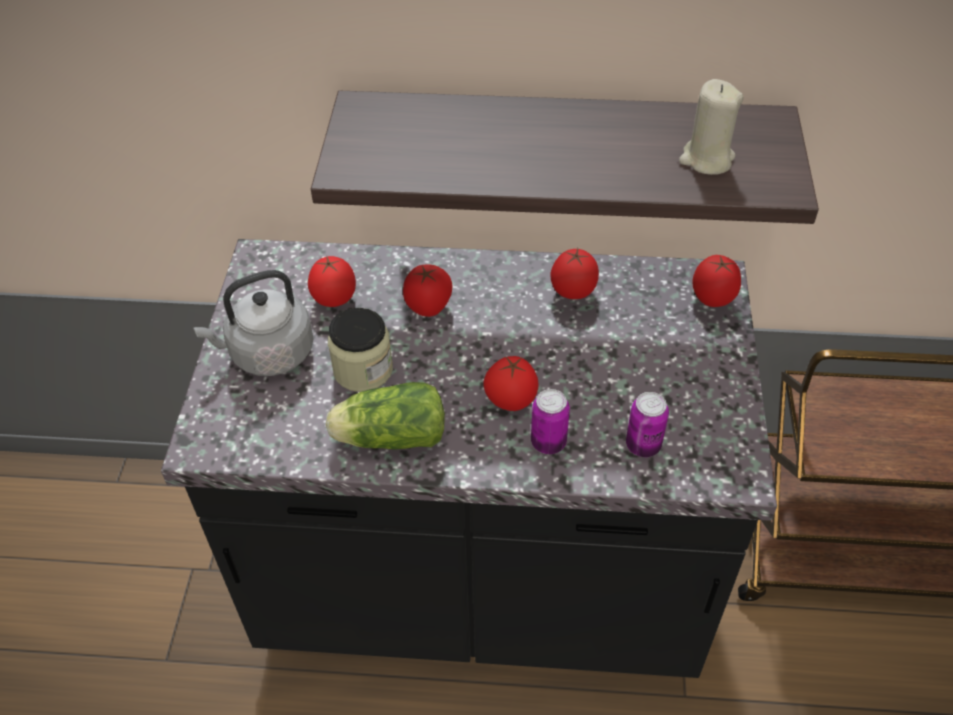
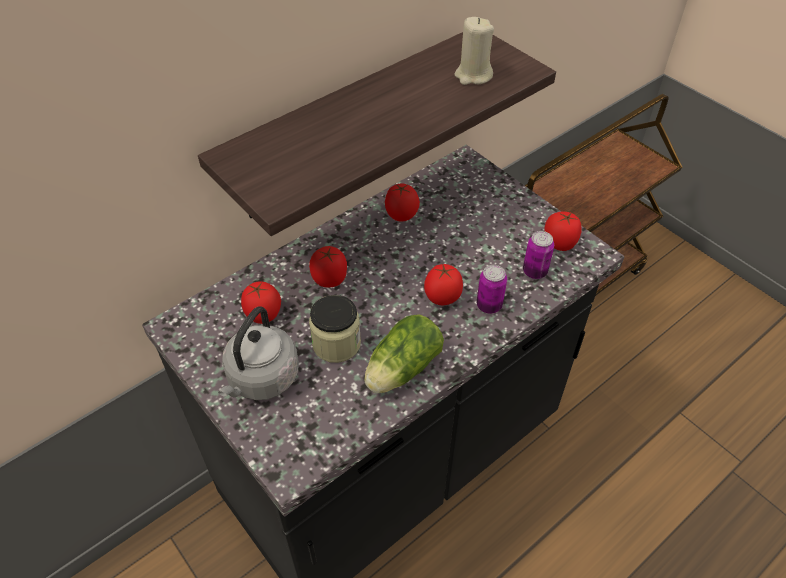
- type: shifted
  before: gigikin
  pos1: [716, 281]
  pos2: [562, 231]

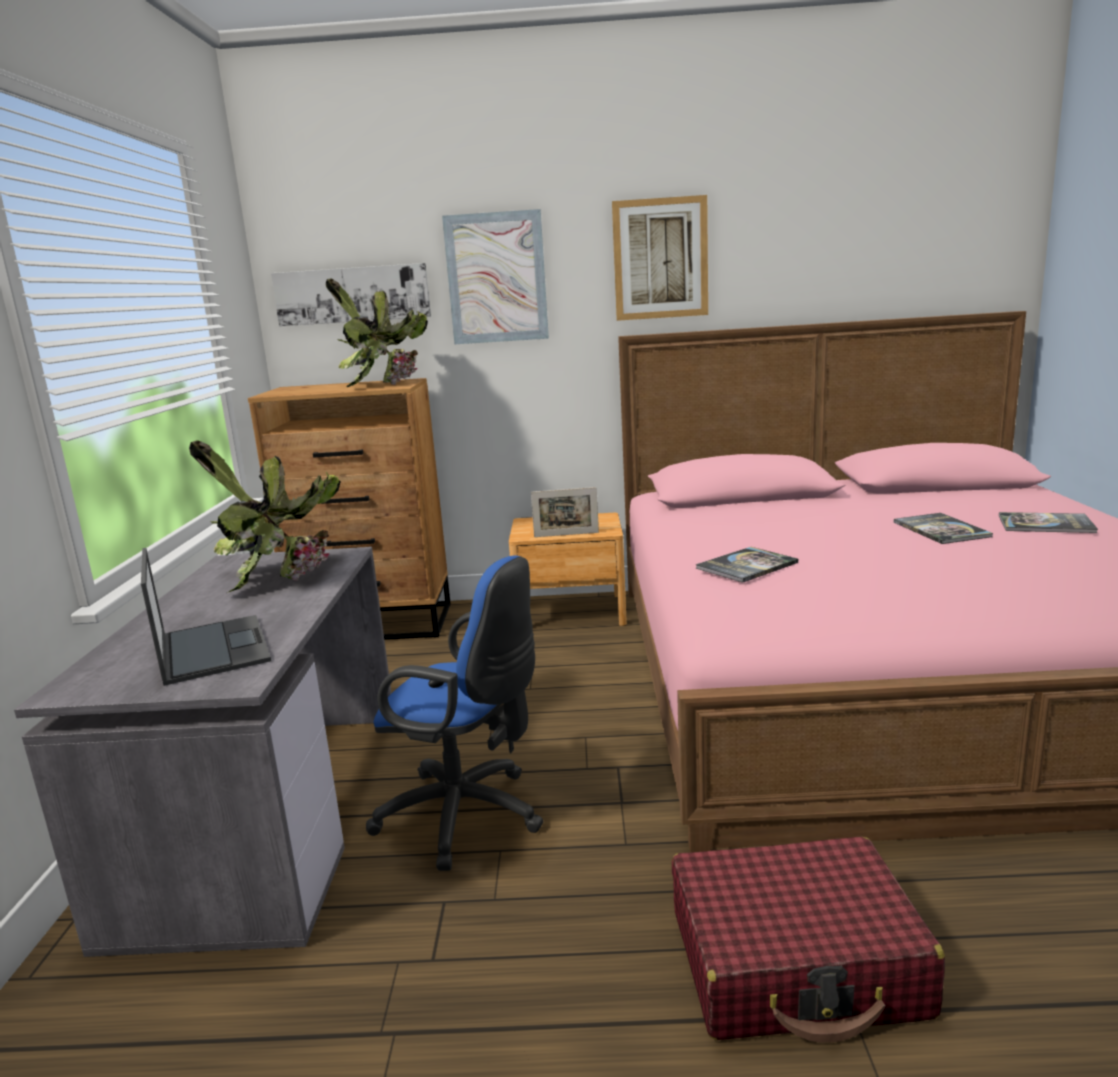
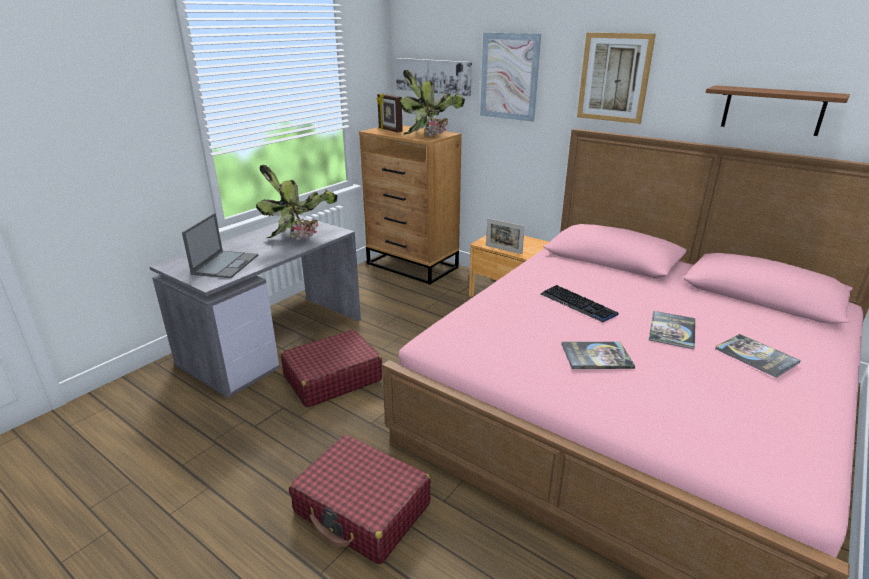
- type: new
  after: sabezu
  pos2: [390, 112]
- type: new
  after: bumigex
  pos2: [580, 303]
- type: new
  after: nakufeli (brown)
  pos2: [778, 110]
- type: shifted
  before: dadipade
  pos1: [746, 565]
  pos2: [598, 355]
- type: swapped
  before: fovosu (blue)
  after: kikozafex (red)
  pos1: [454, 713]
  pos2: [331, 368]

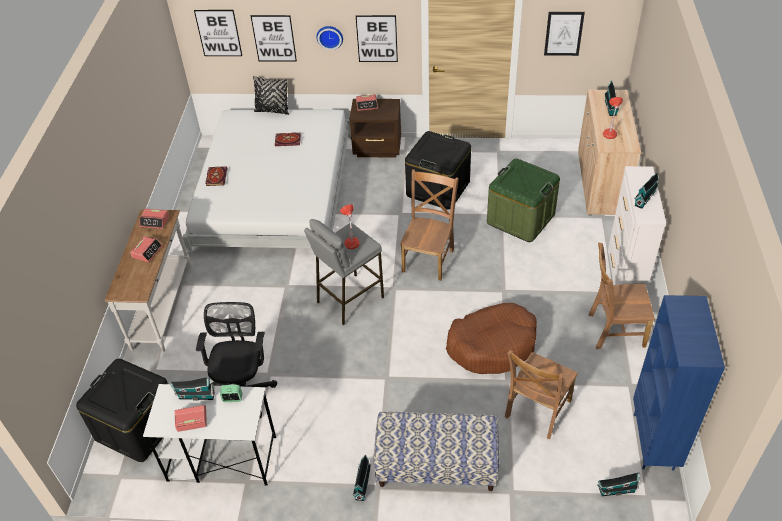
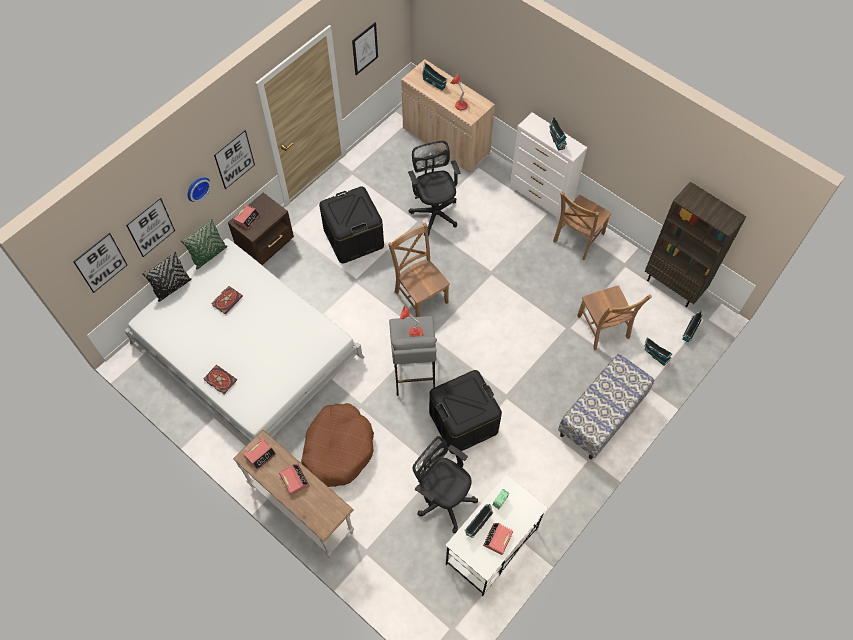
- type: new
  after: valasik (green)
  pos2: [204, 244]
- type: shifted
  before: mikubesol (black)
  pos1: [122, 410]
  pos2: [465, 412]
- type: shifted
  before: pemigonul
  pos1: [362, 478]
  pos2: [658, 351]
- type: shifted
  before: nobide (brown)
  pos1: [491, 338]
  pos2: [337, 445]
- type: swapped
  before: mikubesol (green)
  after: fovosu (black)
  pos1: [523, 200]
  pos2: [434, 188]
- type: repainted
  before: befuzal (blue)
  after: befuzal (brown)
  pos1: [679, 383]
  pos2: [695, 244]

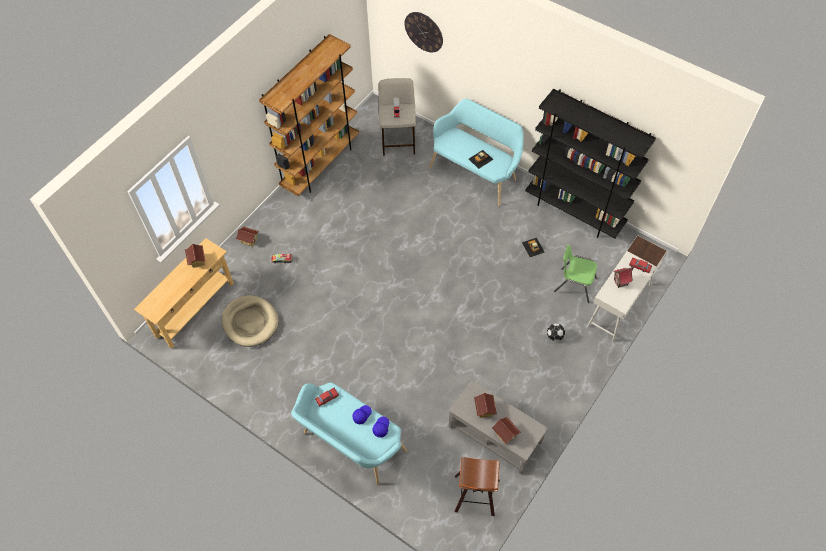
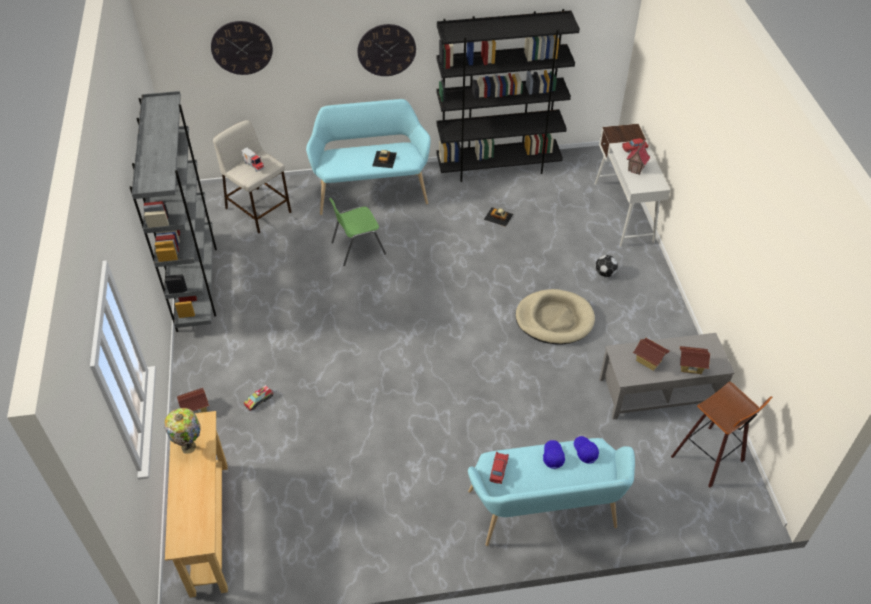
- type: new
  after: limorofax
  pos2: [386, 50]
- type: shifted
  before: nobide (beige)
  pos1: [250, 321]
  pos2: [555, 317]
- type: shifted
  before: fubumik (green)
  pos1: [575, 273]
  pos2: [357, 232]
- type: swapped
  before: pemigonul
  after: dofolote
  pos1: [195, 256]
  pos2: [182, 431]
- type: repainted
  before: befuzal (brown)
  after: befuzal (grey)
  pos1: [309, 115]
  pos2: [173, 211]

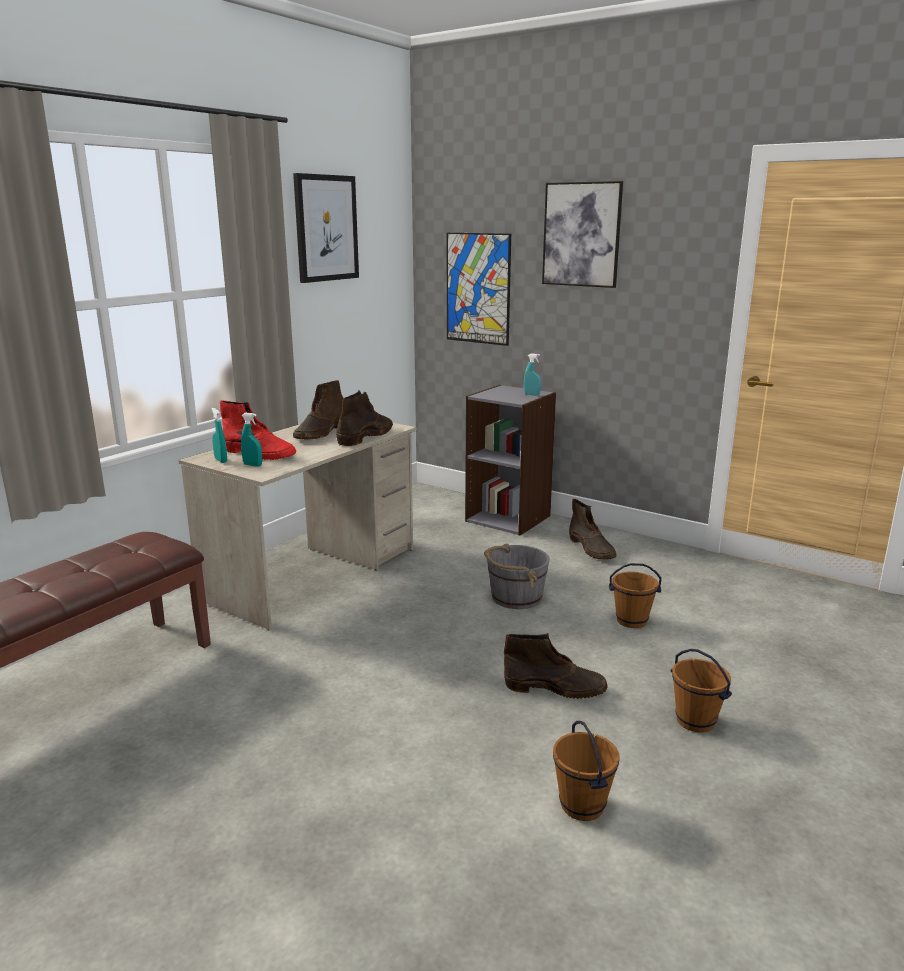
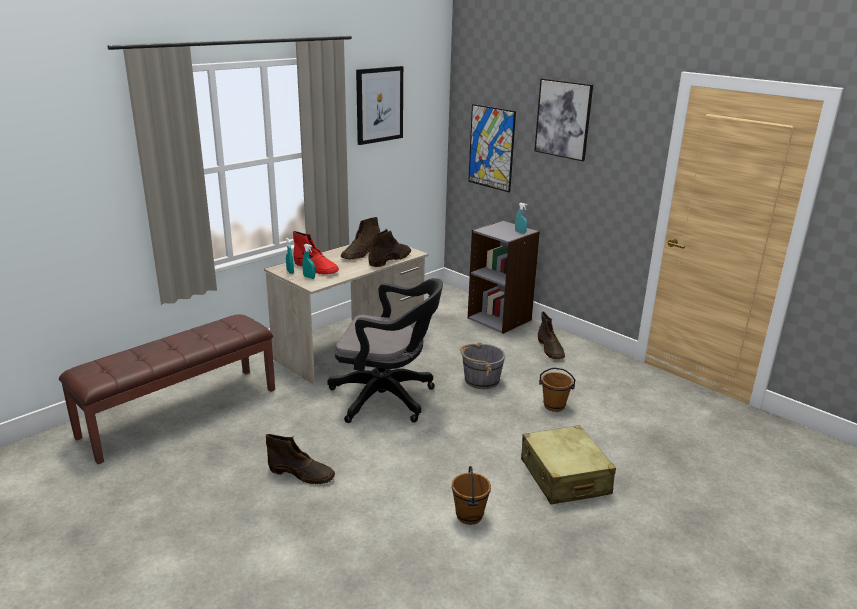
- type: new
  after: fovosu (black)
  pos2: [385, 350]
- type: shifted
  before: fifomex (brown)
  pos1: [555, 666]
  pos2: [300, 459]
- type: swapped
  before: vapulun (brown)
  after: kikozafex (beige)
  pos1: [701, 690]
  pos2: [568, 464]

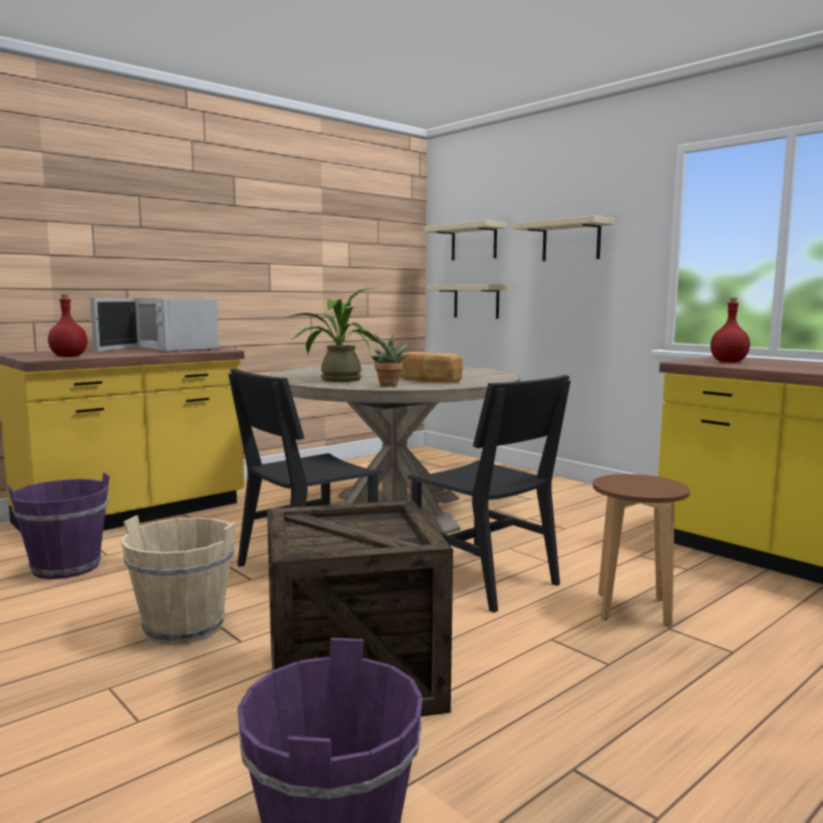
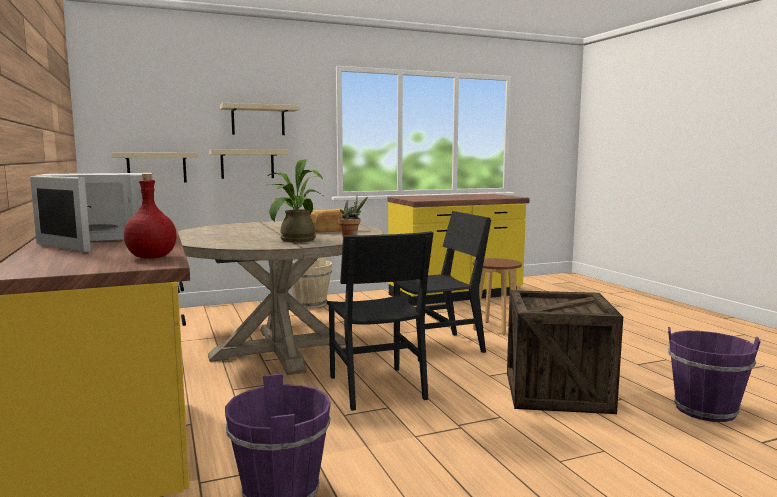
- type: gone
  before: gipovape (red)
  pos1: [730, 330]
- type: shifted
  before: vapulun (beige)
  pos1: [178, 580]
  pos2: [311, 282]
- type: shifted
  before: nakufeli (beige)
  pos1: [465, 240]
  pos2: [249, 164]

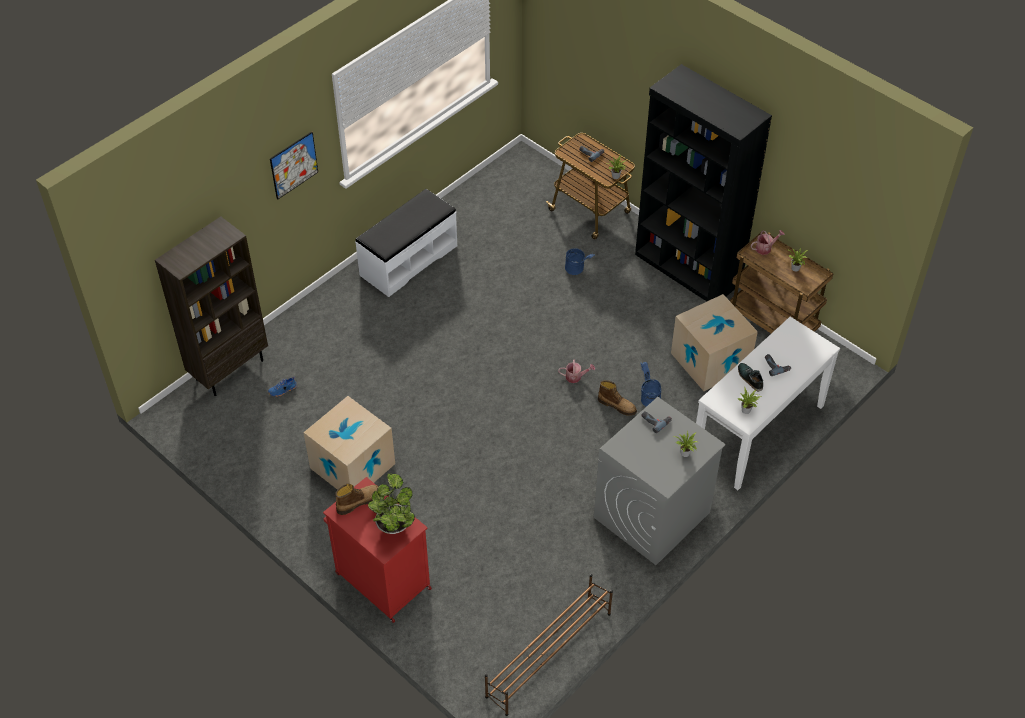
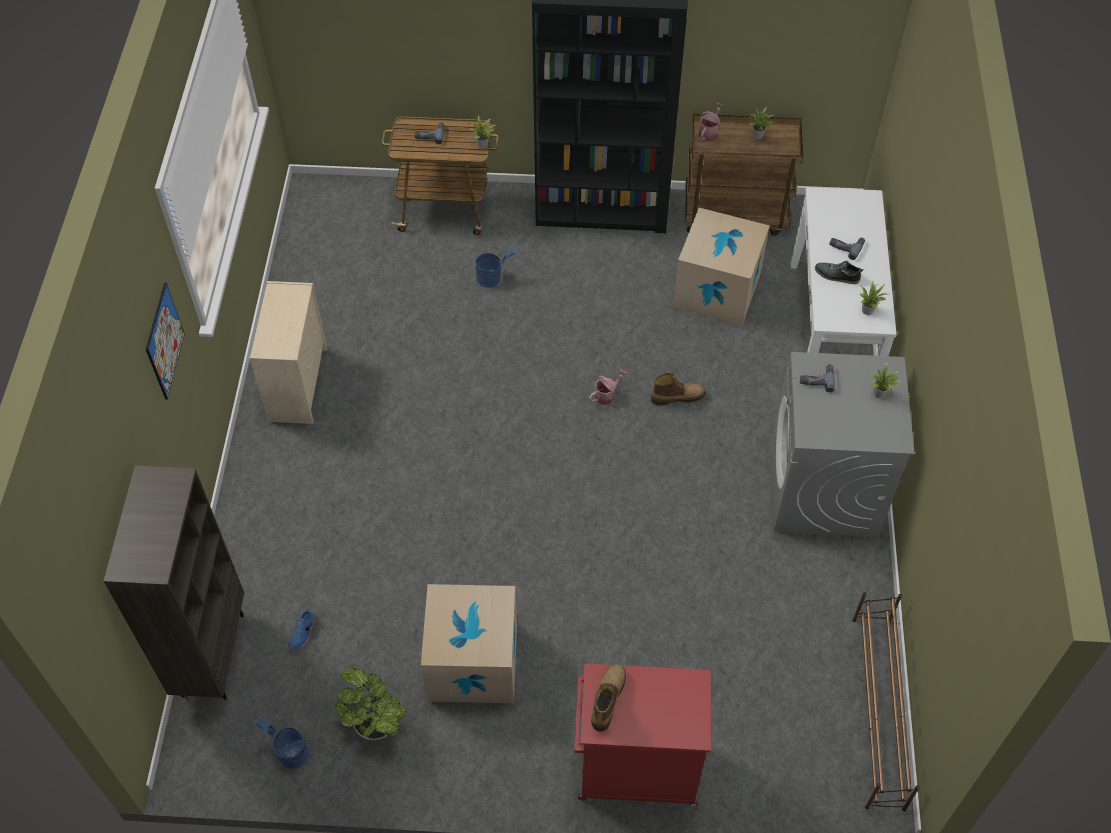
- type: shifted
  before: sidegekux
  pos1: [391, 504]
  pos2: [371, 704]
- type: shifted
  before: vapulun (blue)
  pos1: [650, 384]
  pos2: [281, 742]
- type: swapped
  before: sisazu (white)
  after: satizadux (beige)
  pos1: [406, 243]
  pos2: [288, 352]

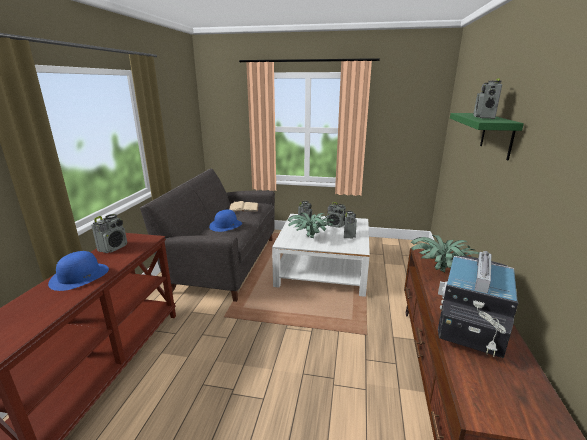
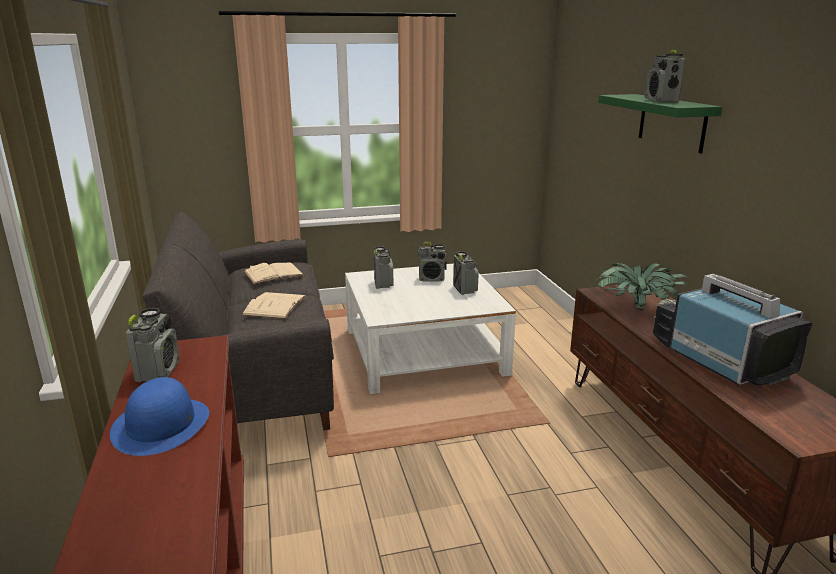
- type: gone
  before: sidegekux
  pos1: [310, 225]
- type: swapped
  before: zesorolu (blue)
  after: dadipade (beige)
  pos1: [225, 220]
  pos2: [274, 305]
- type: rotated
  before: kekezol
  pos1: [478, 304]
  pos2: [732, 330]
  turn: 150

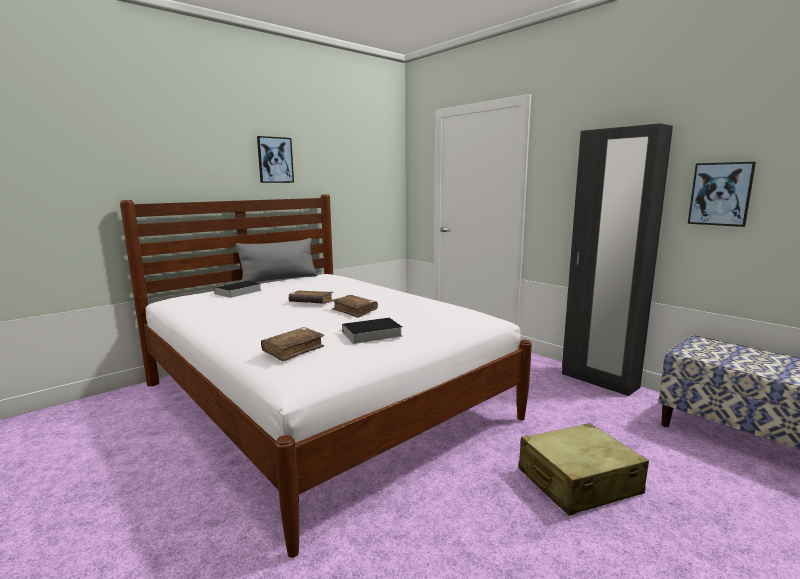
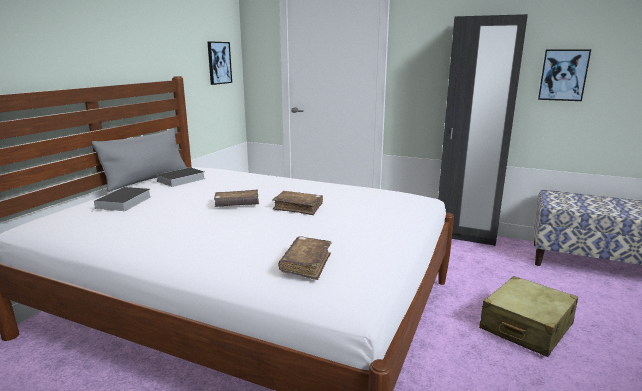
- type: shifted
  before: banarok
  pos1: [275, 159]
  pos2: [219, 63]
- type: shifted
  before: dadipade
  pos1: [369, 330]
  pos2: [179, 177]

